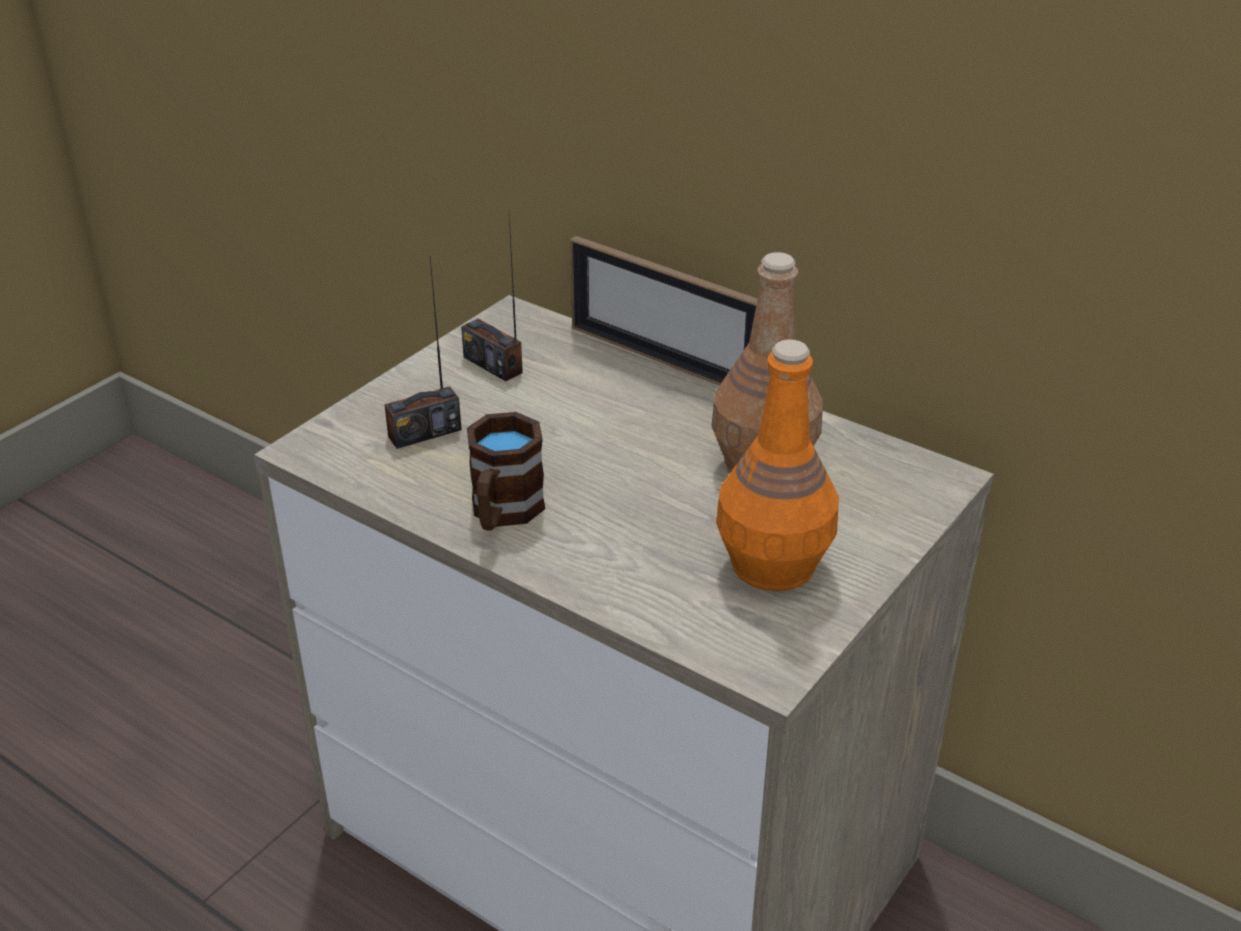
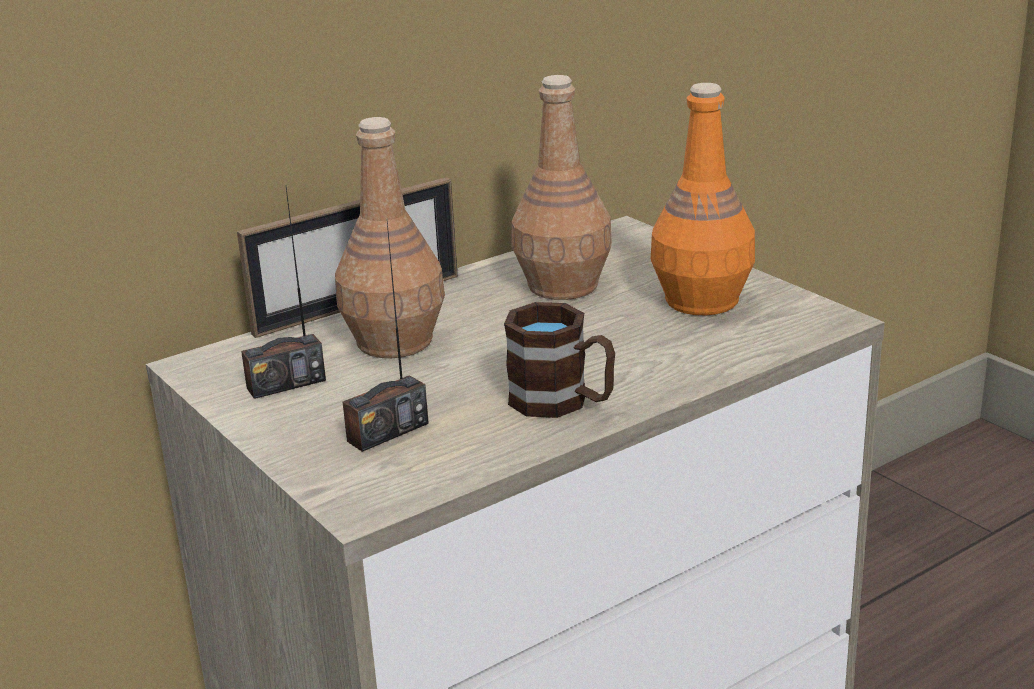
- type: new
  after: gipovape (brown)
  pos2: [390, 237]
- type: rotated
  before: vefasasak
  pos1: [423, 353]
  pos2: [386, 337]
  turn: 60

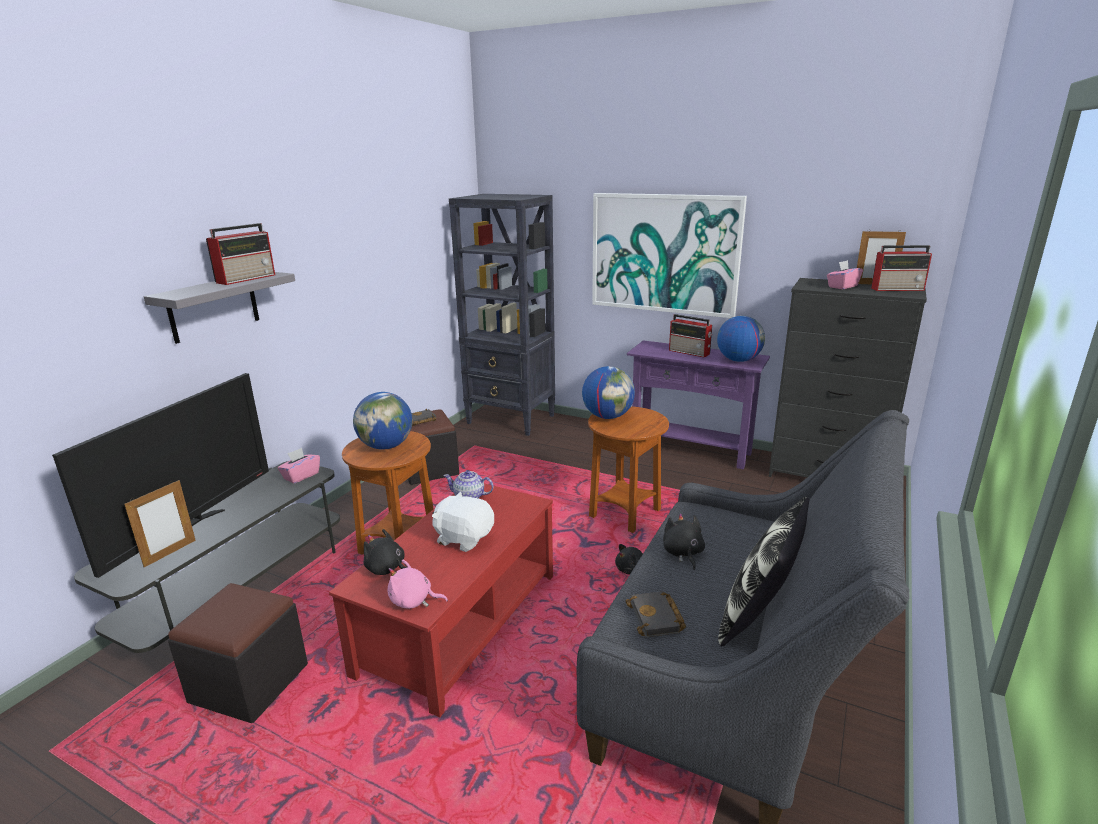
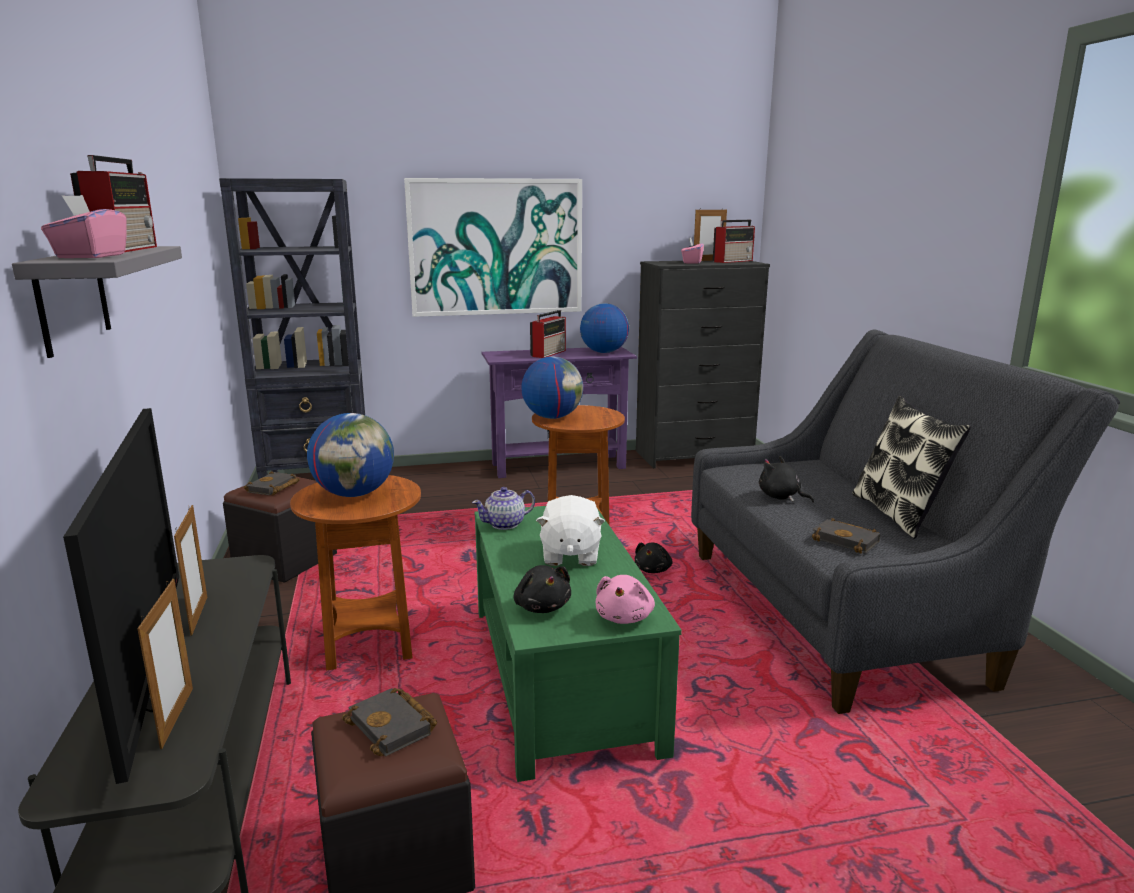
- type: new
  after: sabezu
  pos2: [190, 570]
- type: new
  after: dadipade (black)
  pos2: [389, 722]
- type: shifted
  before: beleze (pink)
  pos1: [299, 466]
  pos2: [84, 226]
- type: repainted
  before: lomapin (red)
  after: lomapin (green)
  pos1: [441, 600]
  pos2: [578, 644]
- type: rotated
  before: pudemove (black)
  pos1: [385, 552]
  pos2: [542, 589]
  turn: -105
- type: rotated
  before: pudemove (pink)
  pos1: [418, 584]
  pos2: [625, 599]
  turn: -45
- type: rotated
  before: pudemove (white)
  pos1: [463, 521]
  pos2: [570, 530]
  turn: -75
- type: rotated
  before: vefasasak
  pos1: [691, 336]
  pos2: [548, 334]
  turn: -60

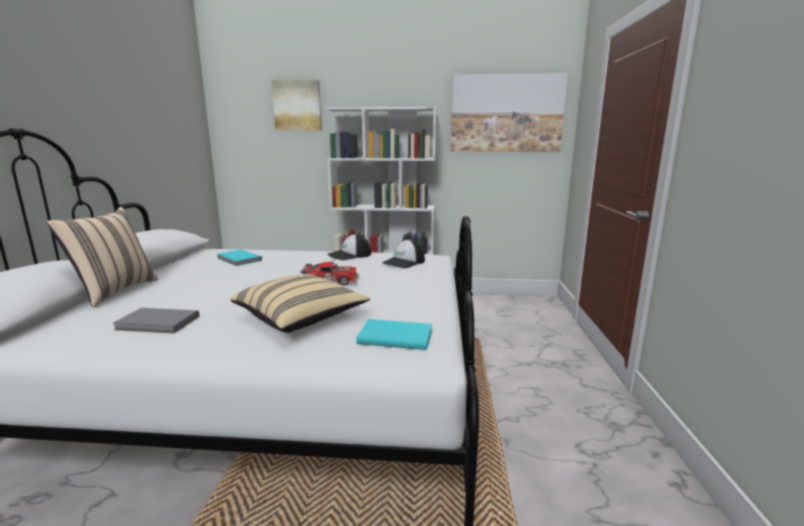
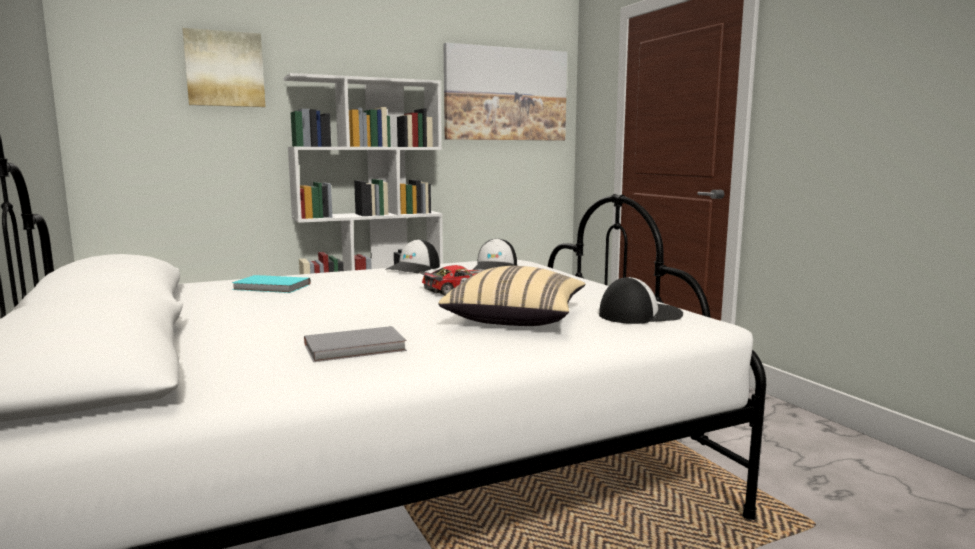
- type: gone
  before: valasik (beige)
  pos1: [102, 257]
- type: swapped
  before: dadipade (turquoise)
  after: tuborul
  pos1: [394, 334]
  pos2: [641, 300]

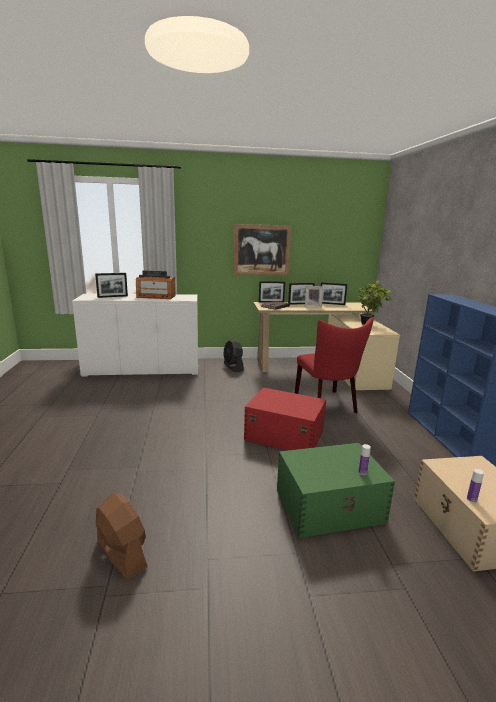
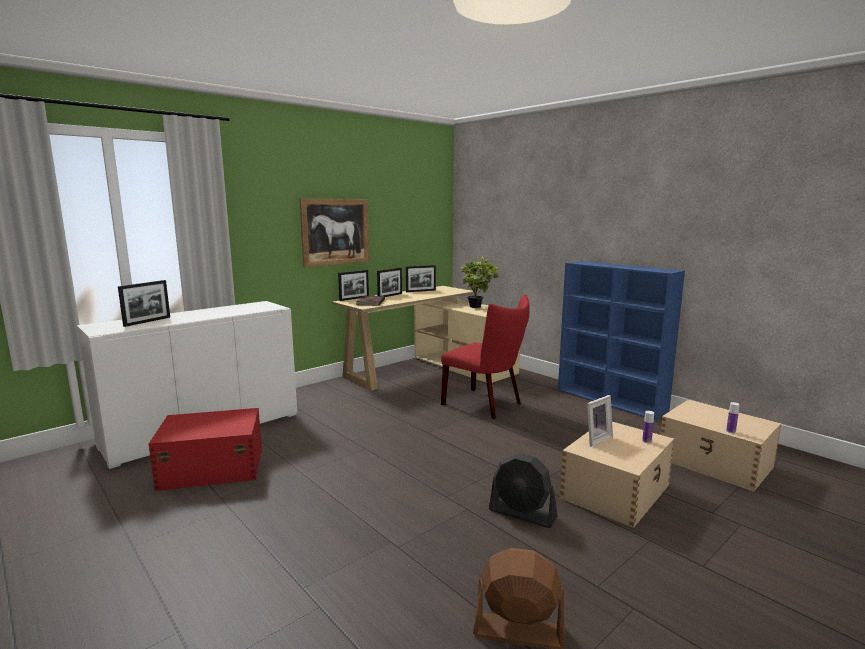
- type: gone
  before: vefasasak
  pos1: [155, 284]
- type: shifted
  before: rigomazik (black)
  pos1: [233, 355]
  pos2: [523, 491]
- type: shifted
  before: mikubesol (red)
  pos1: [285, 418]
  pos2: [205, 449]
- type: shifted
  before: sabezu
  pos1: [314, 297]
  pos2: [600, 421]
- type: repainted
  before: mikubesol (green)
  after: mikubesol (beige)
  pos1: [336, 490]
  pos2: [616, 475]

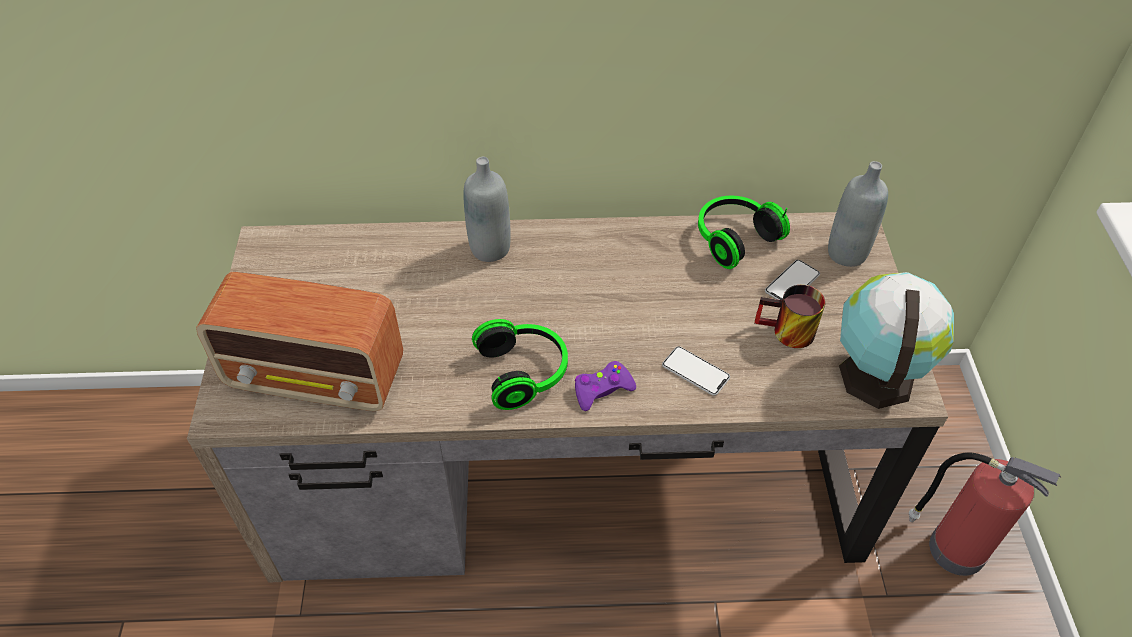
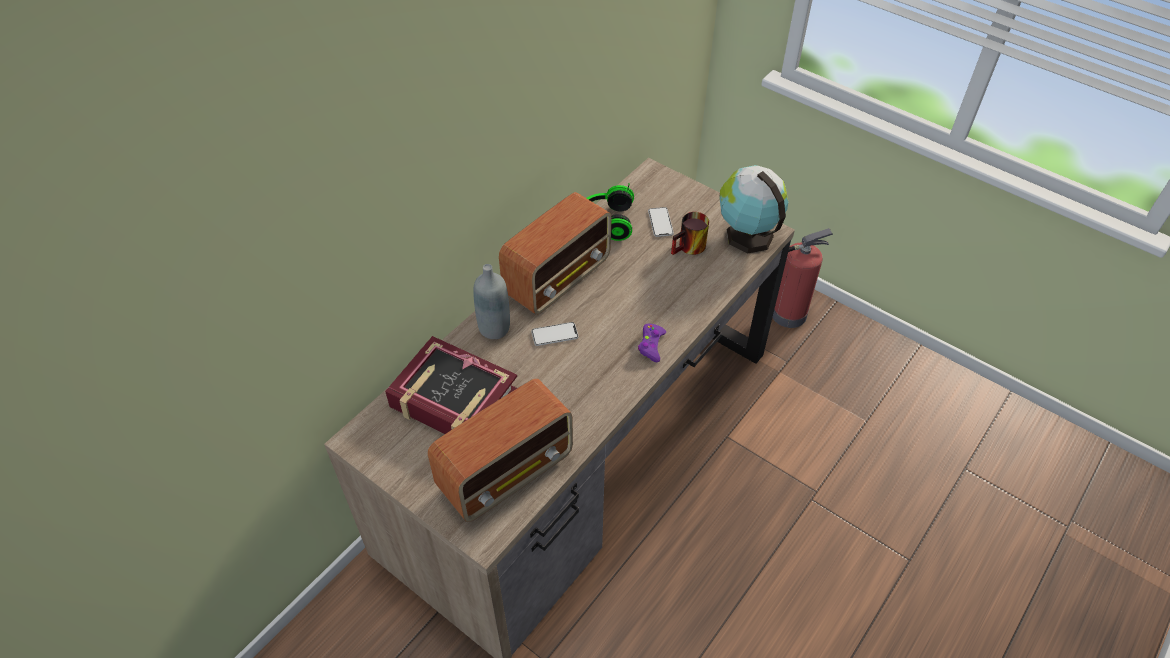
- type: gone
  before: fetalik
  pos1: [520, 364]
- type: gone
  before: gipovape (grey)
  pos1: [858, 214]
- type: new
  after: dadipade
  pos2: [451, 385]
- type: new
  after: vefasasak
  pos2: [555, 253]
- type: shifted
  before: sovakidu
  pos1: [696, 371]
  pos2: [555, 334]

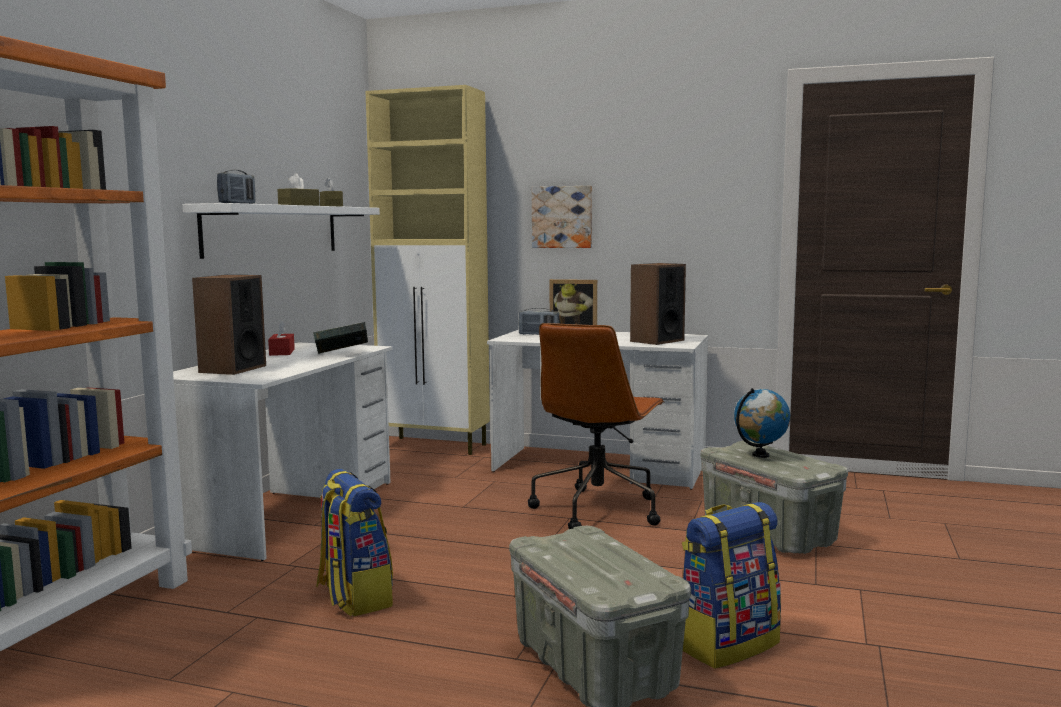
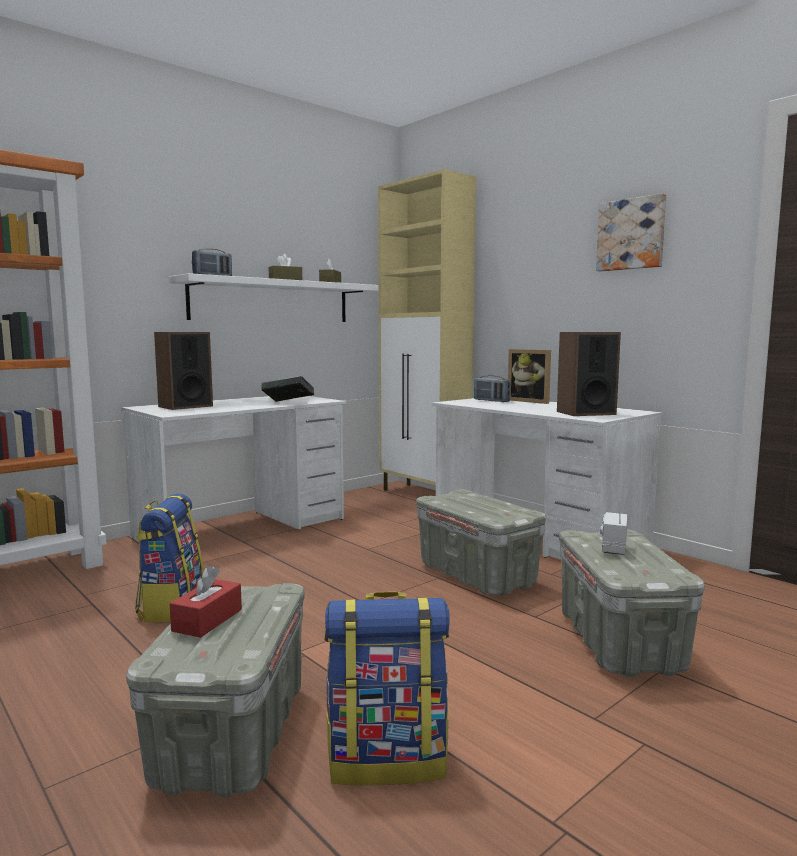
- type: shifted
  before: beleze (red)
  pos1: [281, 338]
  pos2: [206, 602]
- type: shifted
  before: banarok
  pos1: [562, 217]
  pos2: [631, 232]
- type: swapped
  before: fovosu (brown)
  after: mikubesol (grey)
  pos1: [596, 426]
  pos2: [481, 542]
- type: swapped
  before: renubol
  after: vefasasak
  pos1: [762, 423]
  pos2: [614, 527]

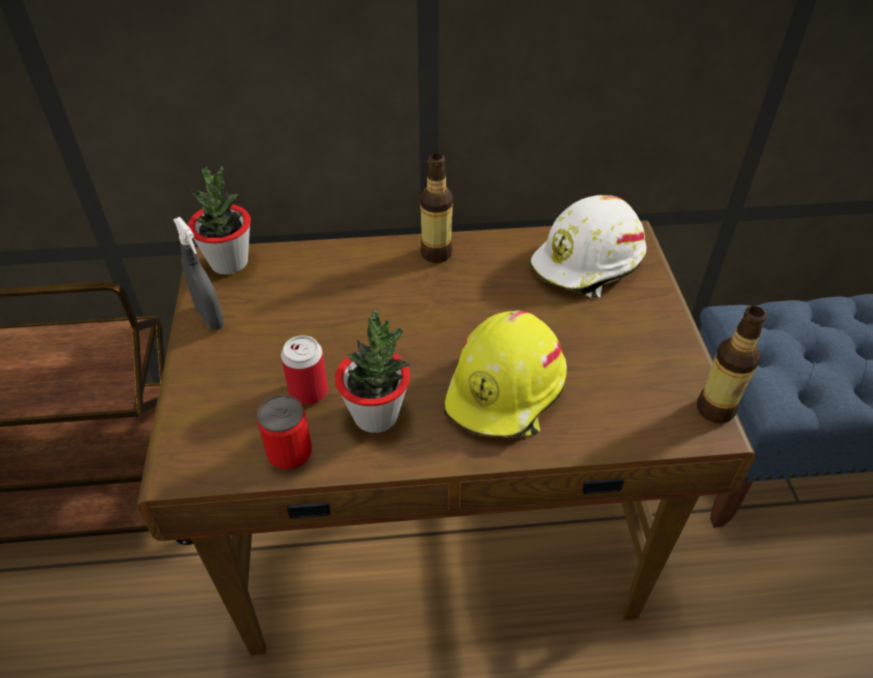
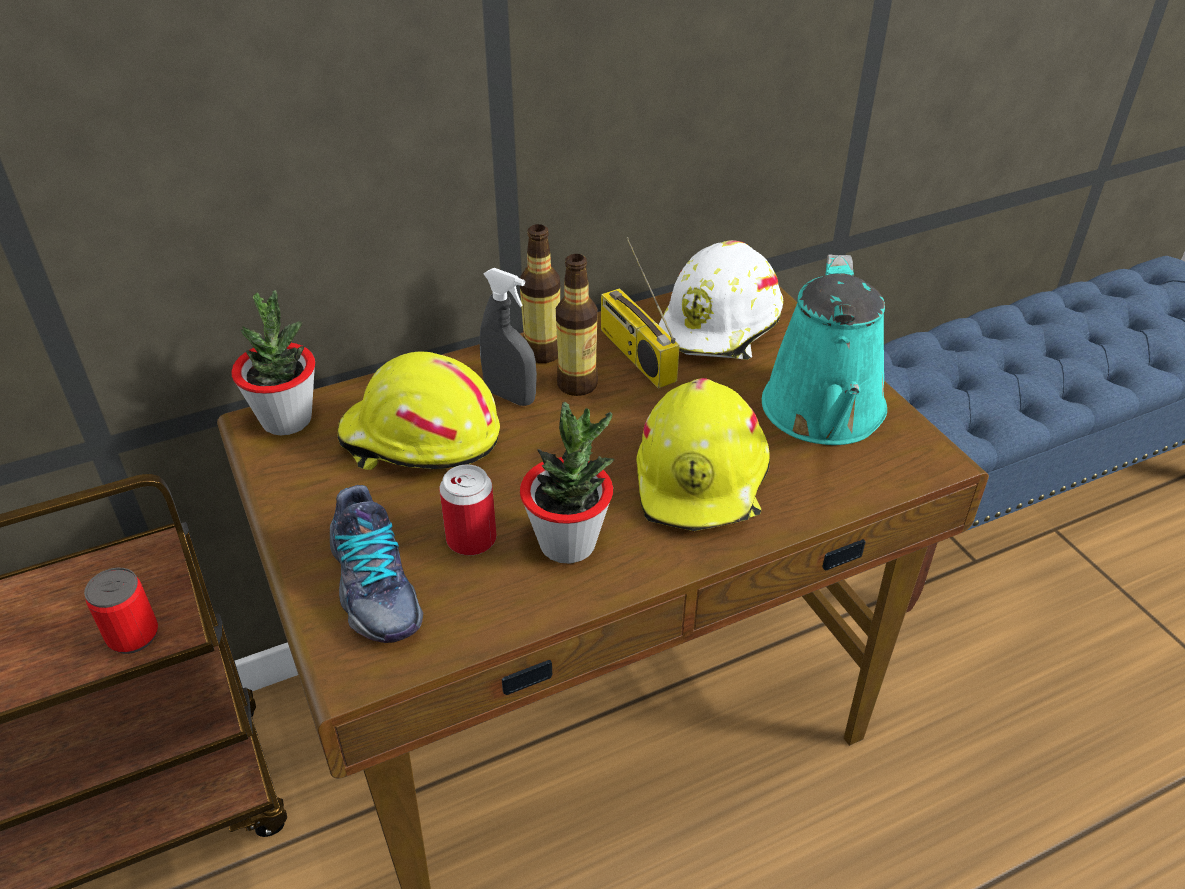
- type: new
  after: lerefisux
  pos2: [376, 564]
- type: new
  after: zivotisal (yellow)
  pos2: [418, 411]
- type: new
  after: vefasasak
  pos2: [640, 312]
- type: new
  after: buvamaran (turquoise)
  pos2: [824, 350]
- type: shifted
  before: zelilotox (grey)
  pos1: [198, 273]
  pos2: [508, 337]
- type: shifted
  before: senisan
  pos1: [285, 432]
  pos2: [121, 611]
- type: shifted
  before: gipovape
  pos1: [732, 364]
  pos2: [577, 325]

